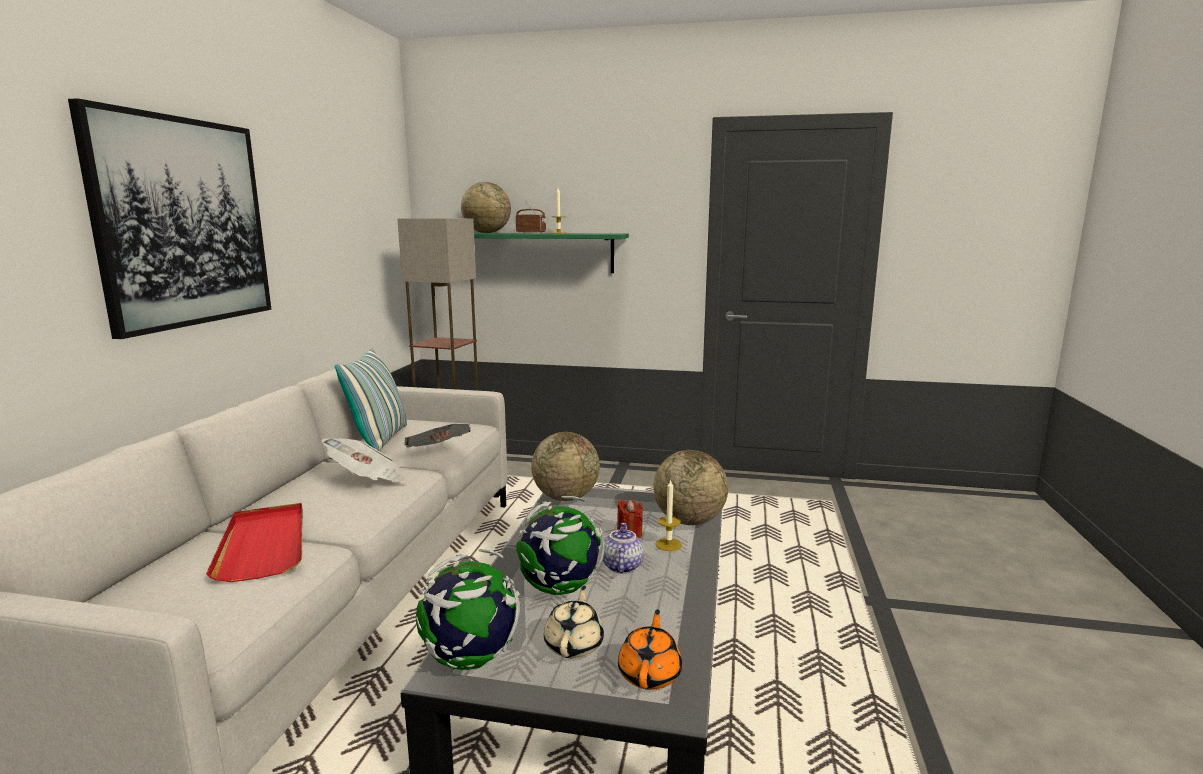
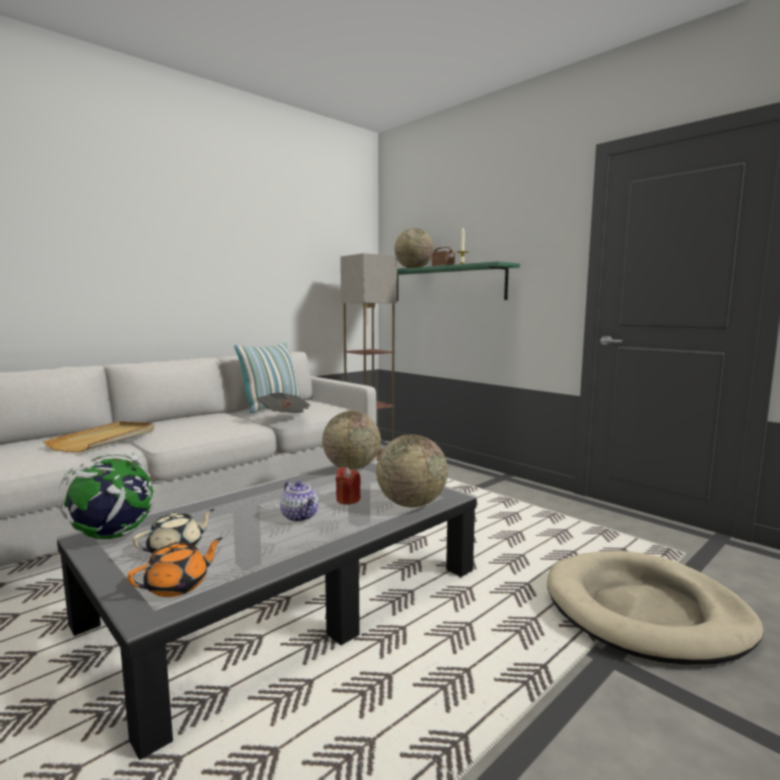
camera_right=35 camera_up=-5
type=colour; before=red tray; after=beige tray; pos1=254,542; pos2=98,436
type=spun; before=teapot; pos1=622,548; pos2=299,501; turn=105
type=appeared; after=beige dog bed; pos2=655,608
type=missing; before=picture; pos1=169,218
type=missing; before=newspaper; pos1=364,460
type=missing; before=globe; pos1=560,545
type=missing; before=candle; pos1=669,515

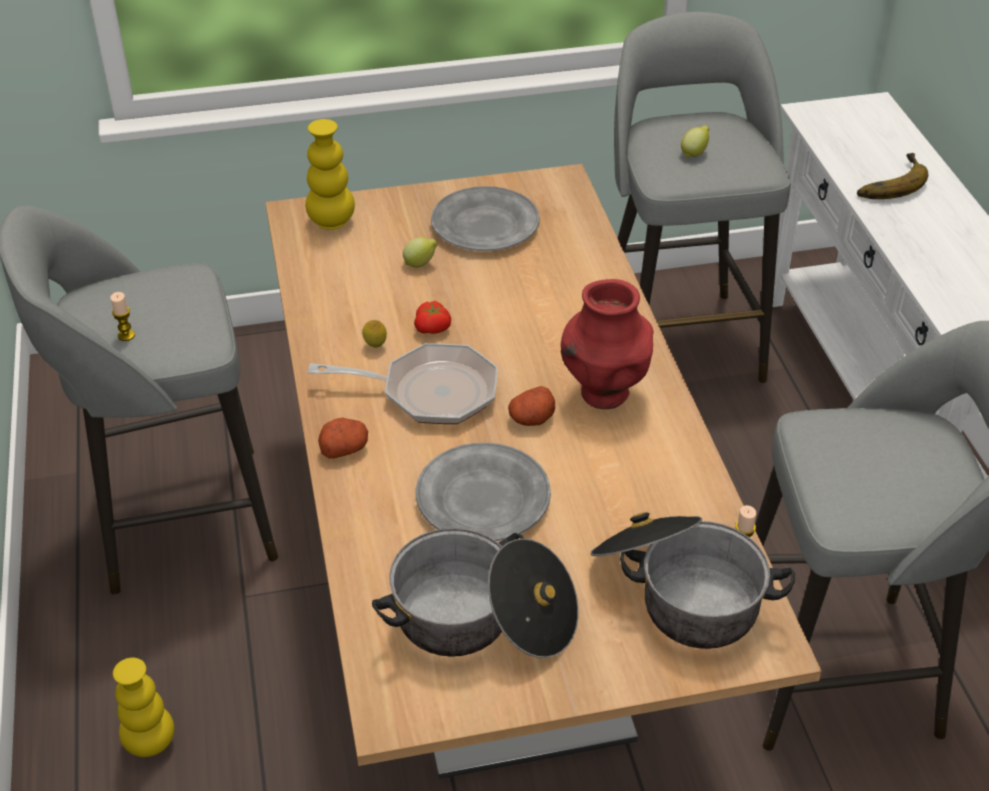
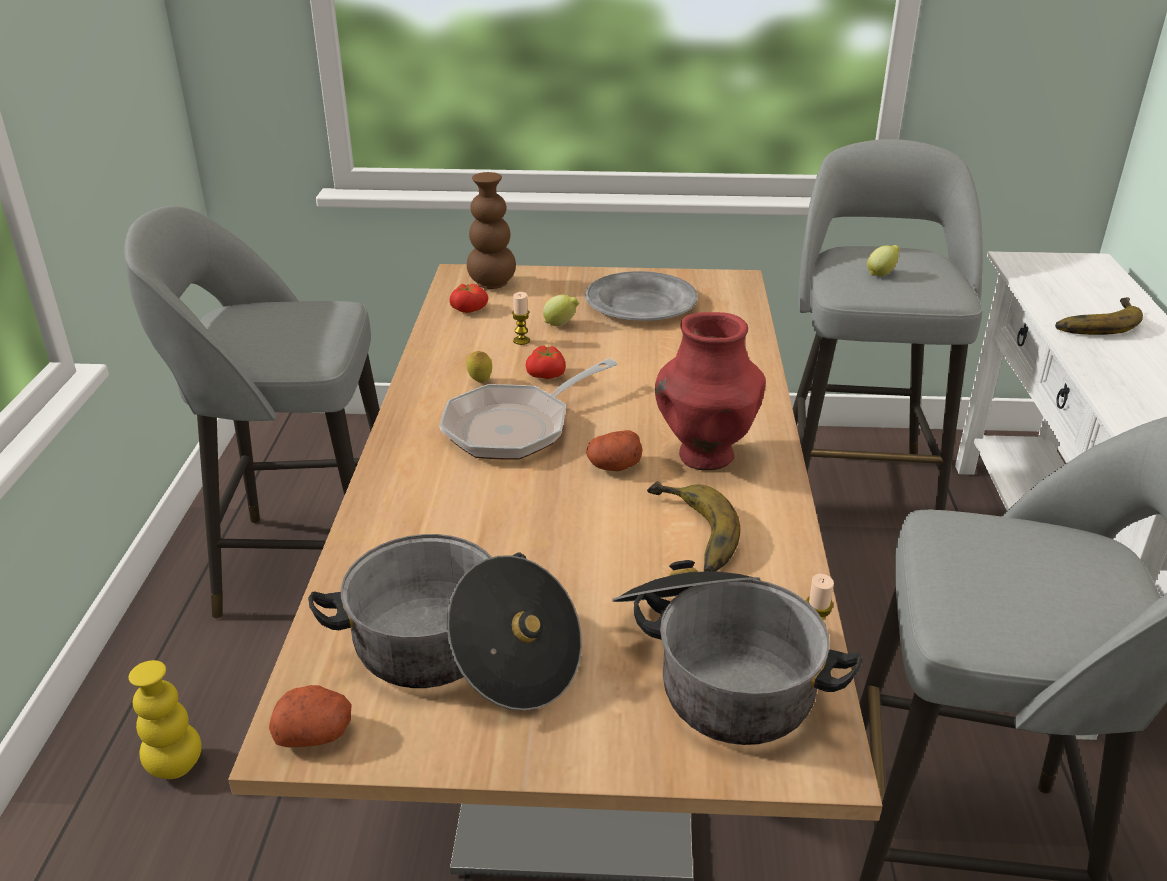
camera_right=15 camera_up=-10
type=relocated; before=potato; pos1=343,438; pos2=310,716
type=spun; before=frying pan; pos1=403,383; pos2=528,409; turn=120
type=appeared; after=tomato; pos2=468,298
type=colour; before=yellow vase; after=brown vase; pos1=330,174; pos2=491,230
type=relocated; before=candle; pos1=122,316; pos2=521,318
type=appeared; after=banana; pos2=693,526
type=missing; before=grey plate; pos1=483,491

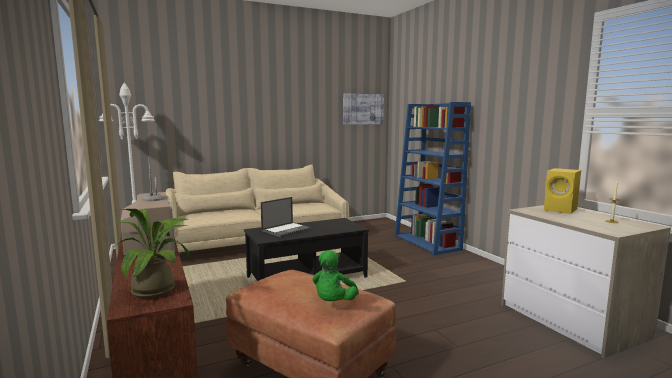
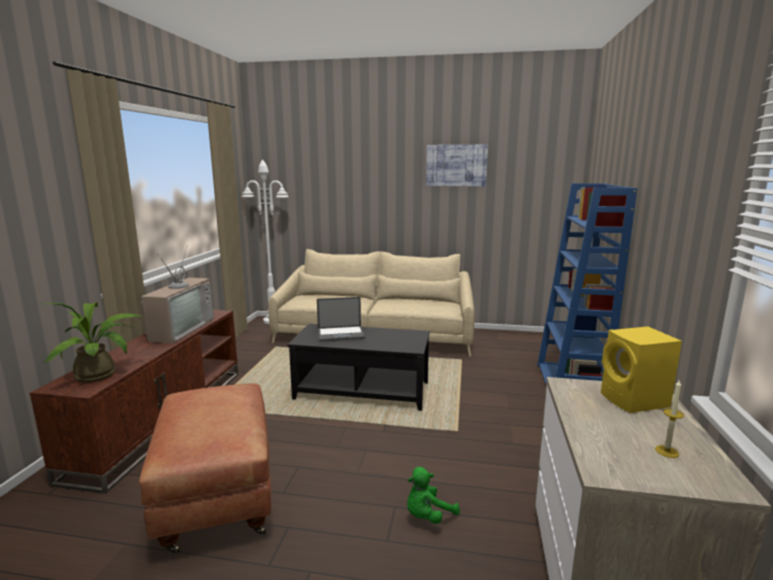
camera_right=35 camera_up=5
type=relocated; before=green plush toy; pos1=335,275; pos2=433,495
type=relocated; before=picture; pos1=363,109; pos2=457,165

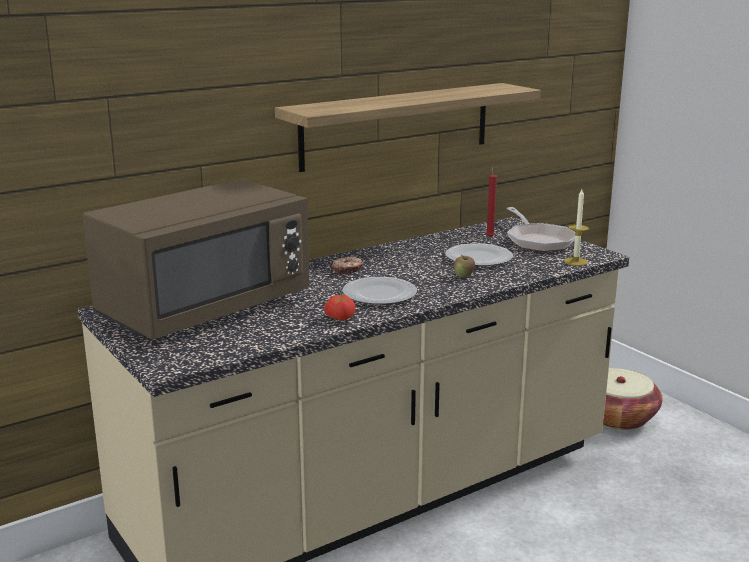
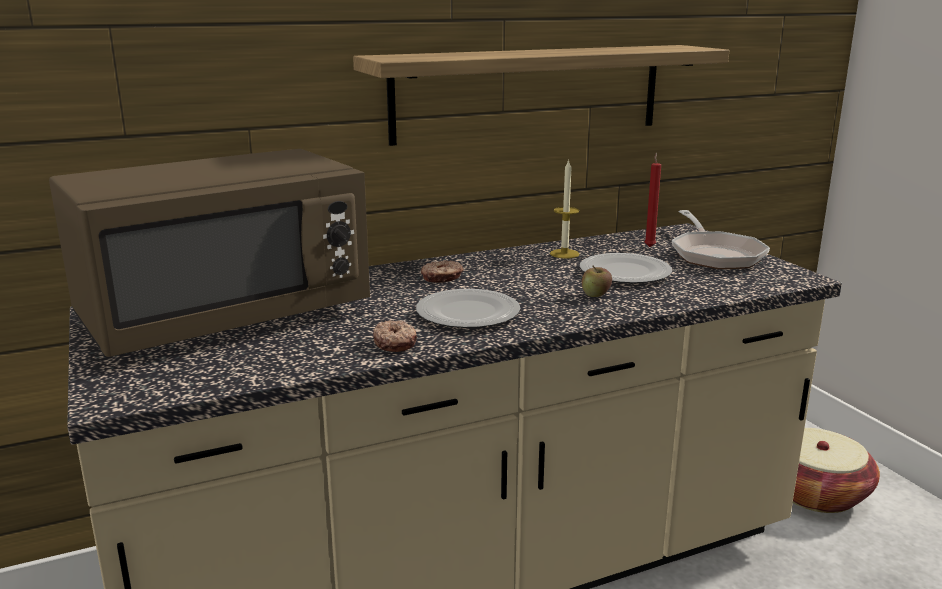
camera_right=10 camera_up=0
type=exchanged; before=tomato; after=donut; pos1=340,308; pos2=395,336
type=relocated; before=candle; pos1=576,227; pos2=564,209

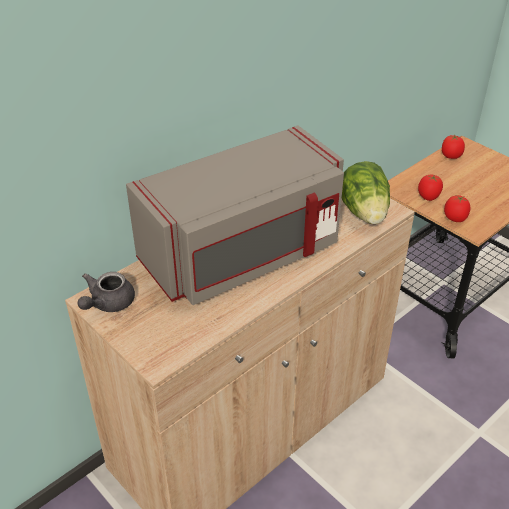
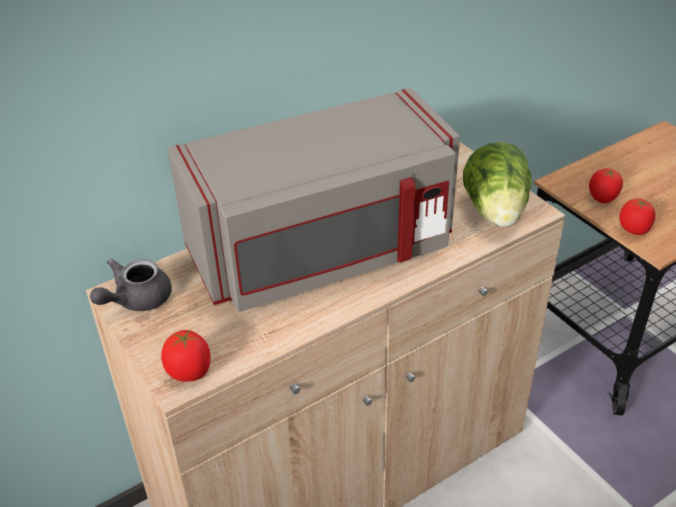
camera_right=10 camera_up=0
type=relocated; before=tomato; pos1=453,146; pos2=185,355

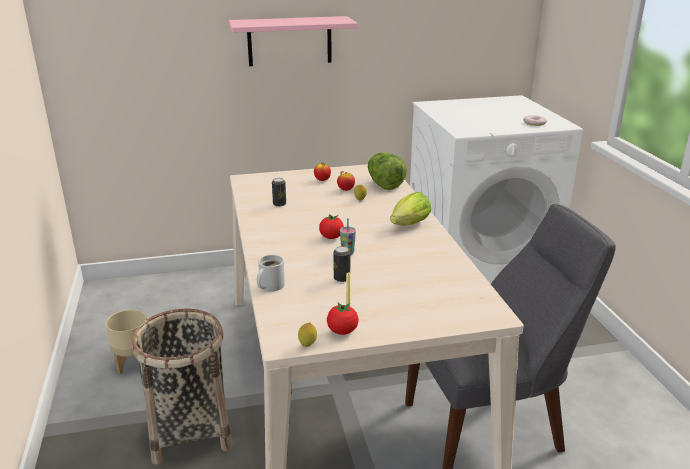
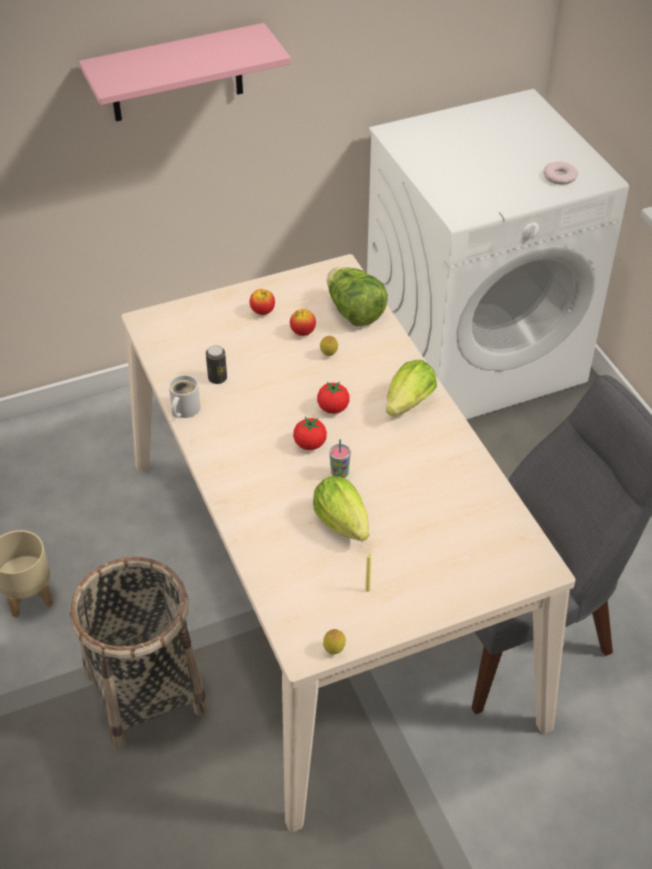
camera_right=-10 camera_up=20
type=relocated; before=white mug; pos1=271,273; pos2=185,396
type=exchanged; before=can; after=lettuce; pos1=341,264; pos2=341,508
type=relocated; before=tomato; pos1=343,319; pos2=333,398

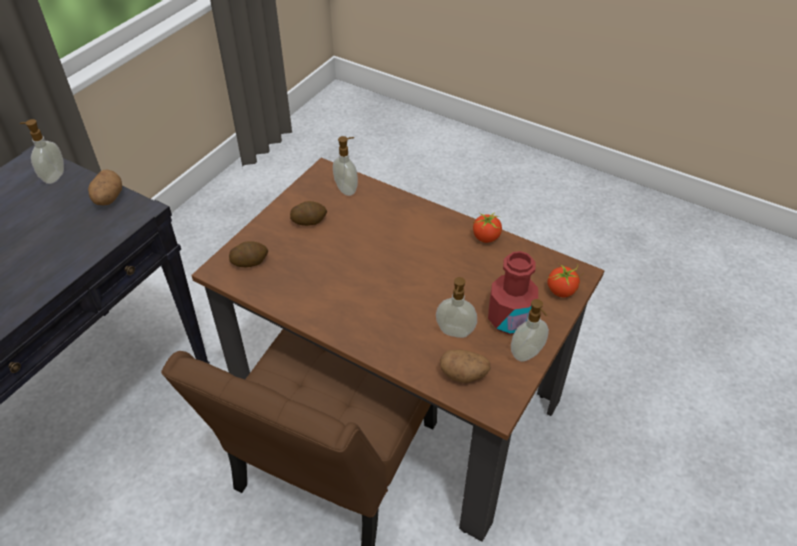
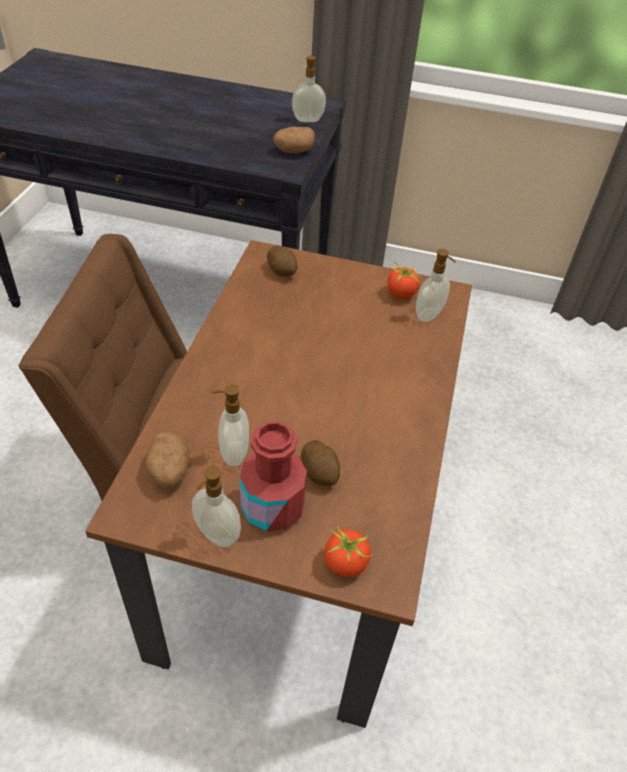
camera_right=70 camera_up=0
type=relocated; before=potato; pos1=308,213; pos2=320,463
type=relocated; before=tomato; pos1=487,227; pos2=404,279

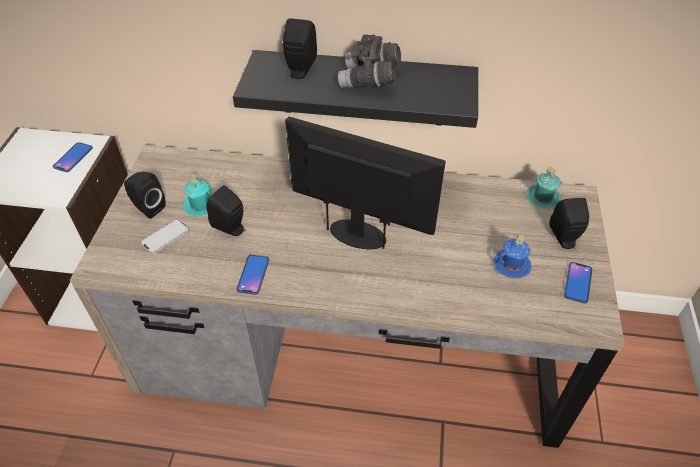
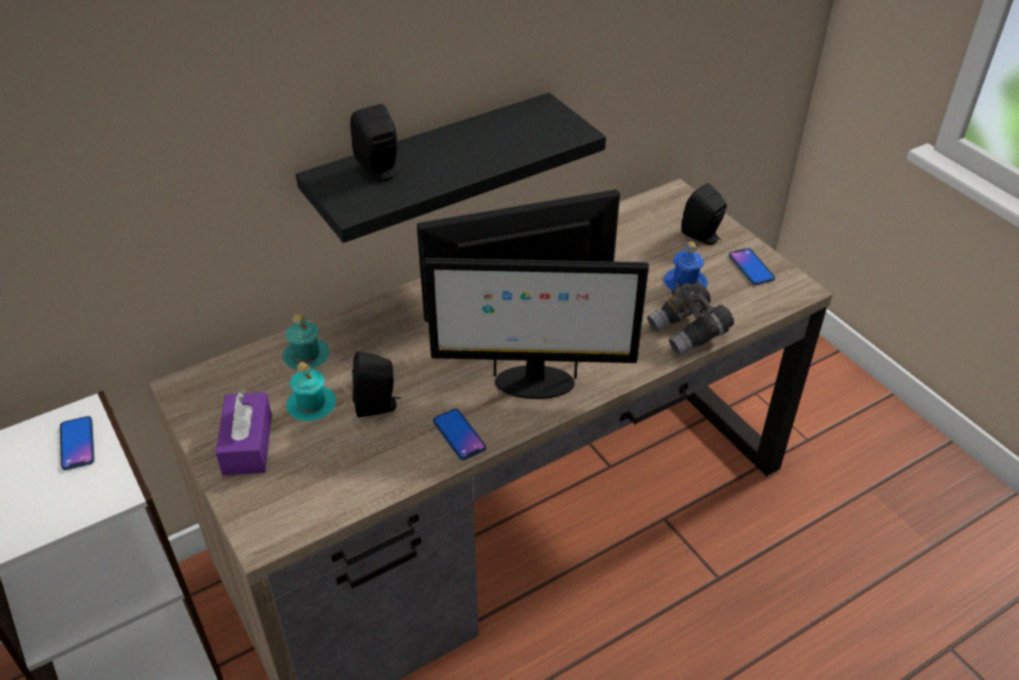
camera_right=-40 camera_up=-5
type=exchanged; before=black speaker; after=purple tissue box; pos1=145,195; pos2=243,433
type=relocated; before=turquoise mug; pos1=543,187; pos2=306,341
type=appeared; after=monitor; pos2=536,328
type=relocated; before=grey binoculars; pos1=369,61; pos2=690,319
type=missing; before=phone; pos1=164,236

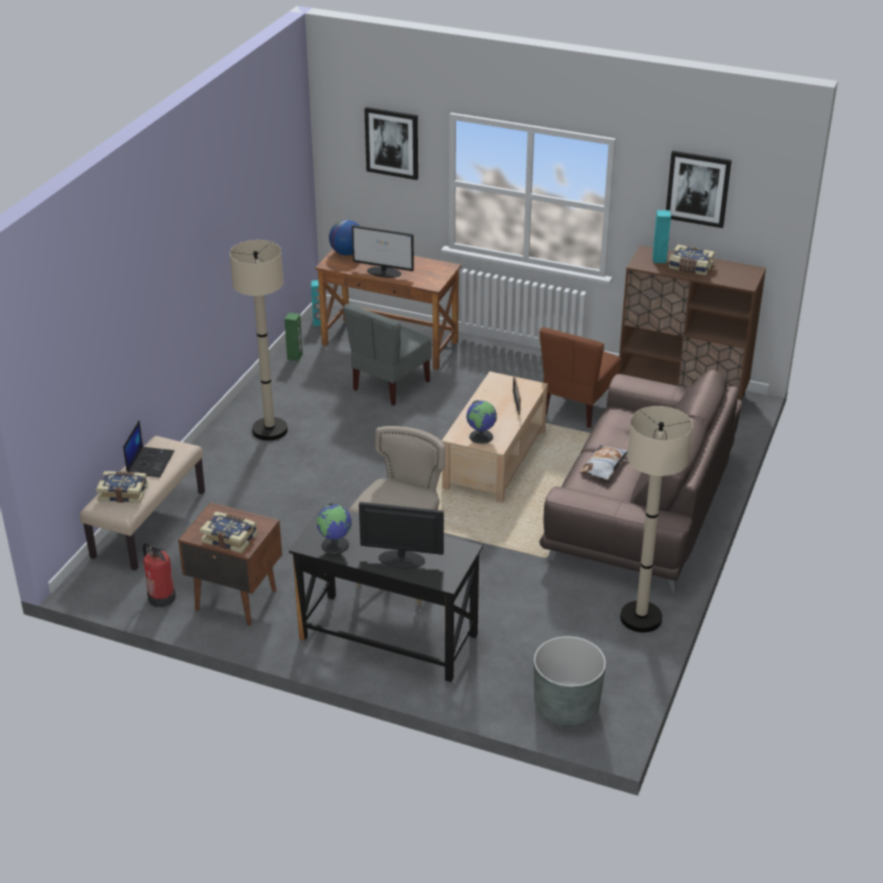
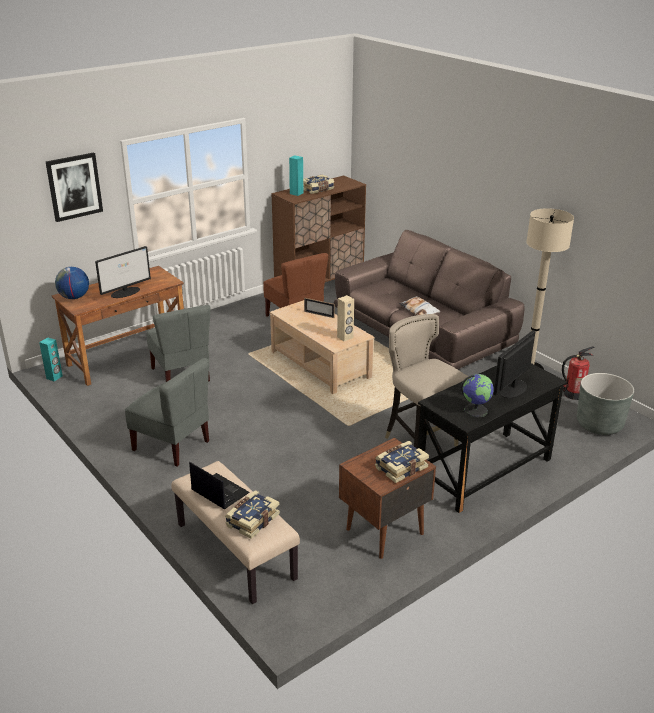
camera_right=-60 camera_up=-5
type=exchanged; before=beige floor lamp; after=grey chair; pos1=259,340; pos2=167,412
type=exchanged; before=globe; after=beige speaker; pos1=481,422; pos2=345,318
type=relocated; before=fire extinguisher; pos1=159,575; pos2=578,373
type=missing; before=green speaker; pos1=294,337
type=missing; before=picture; pos1=699,189

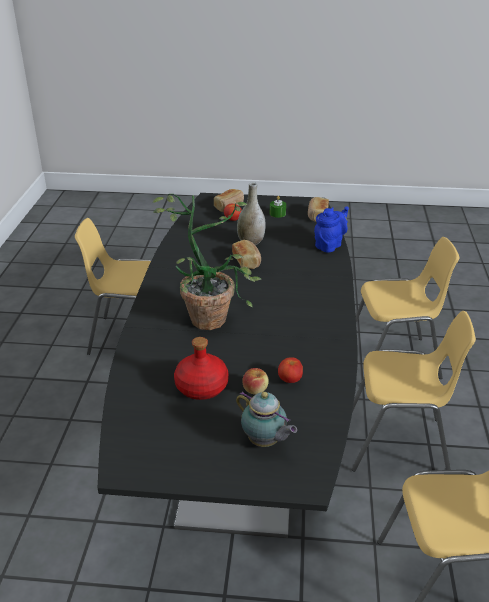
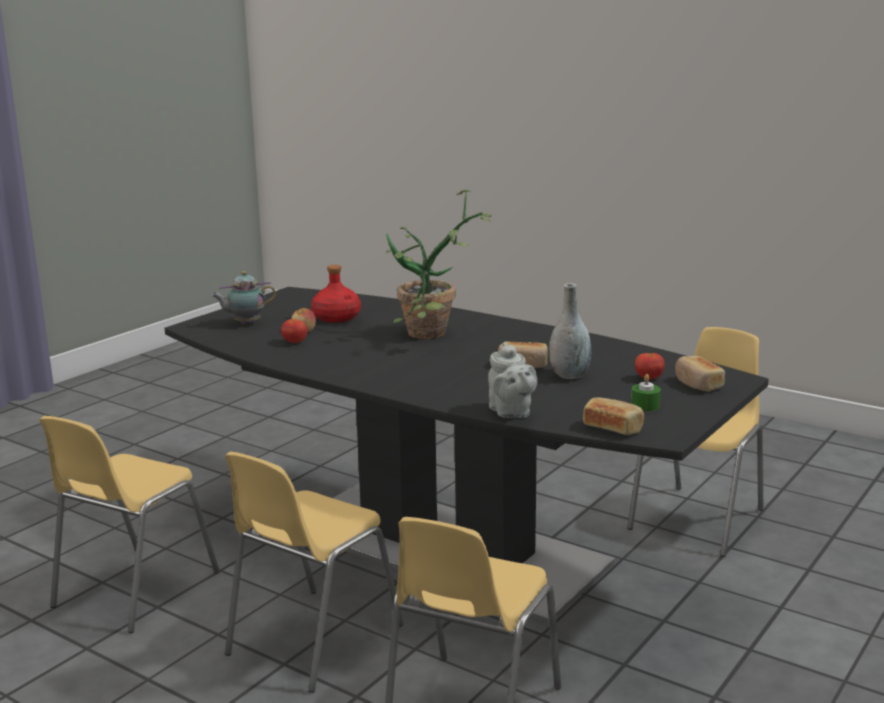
camera_right=120 camera_up=-15
type=colour; before=blue teapot; after=grey teapot; pos1=331,229; pos2=512,380

